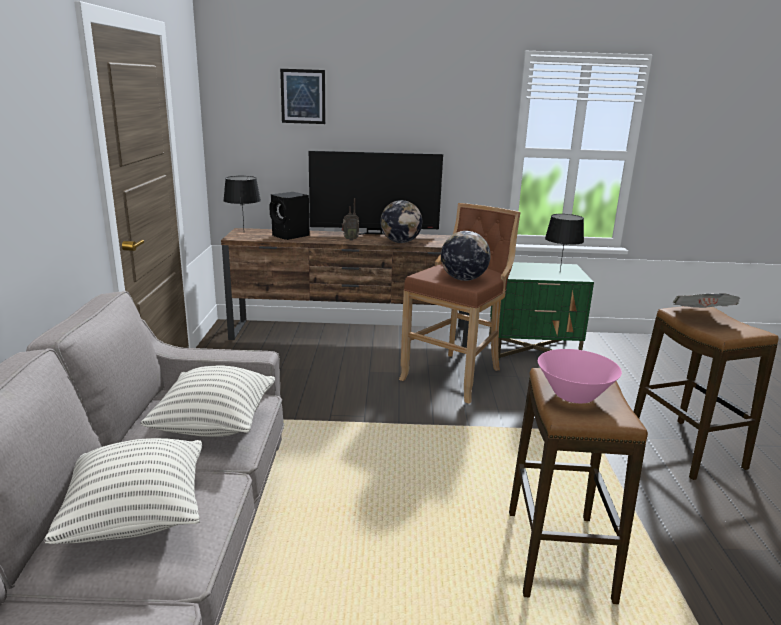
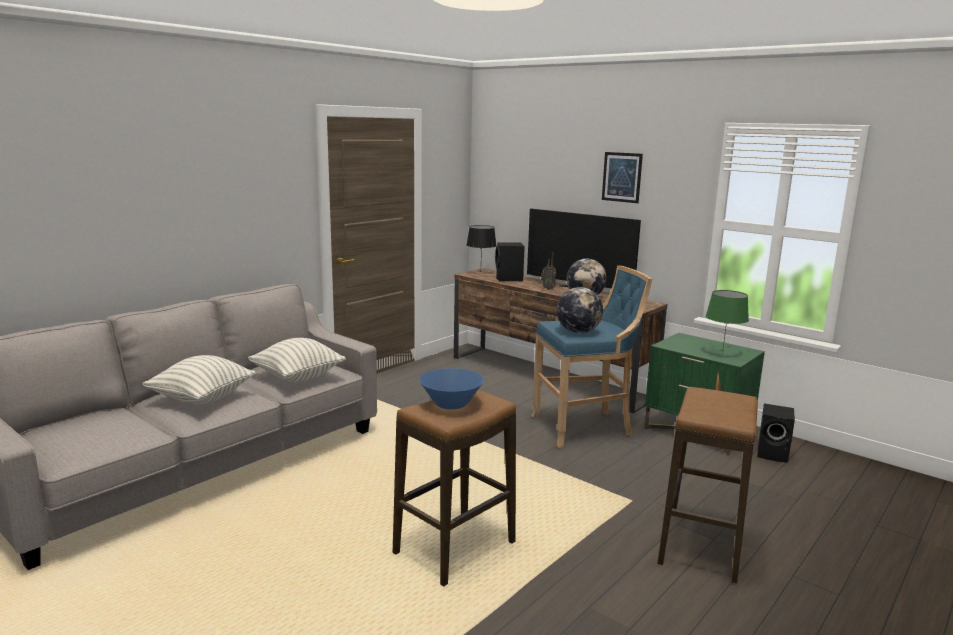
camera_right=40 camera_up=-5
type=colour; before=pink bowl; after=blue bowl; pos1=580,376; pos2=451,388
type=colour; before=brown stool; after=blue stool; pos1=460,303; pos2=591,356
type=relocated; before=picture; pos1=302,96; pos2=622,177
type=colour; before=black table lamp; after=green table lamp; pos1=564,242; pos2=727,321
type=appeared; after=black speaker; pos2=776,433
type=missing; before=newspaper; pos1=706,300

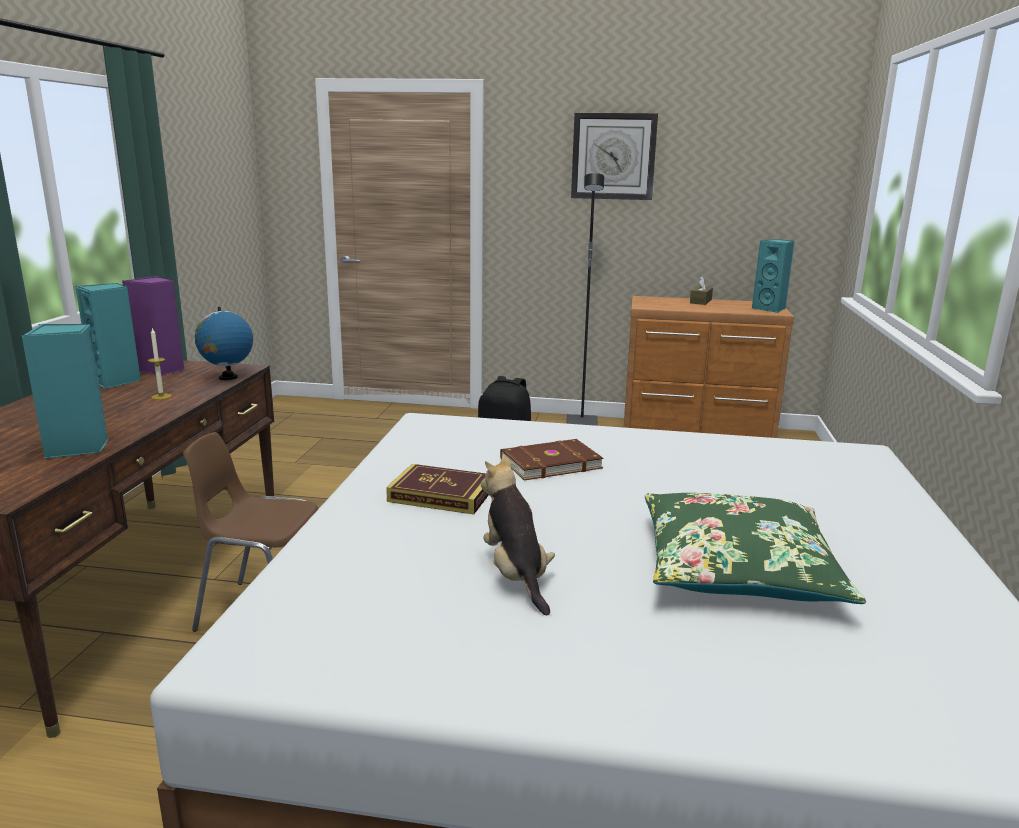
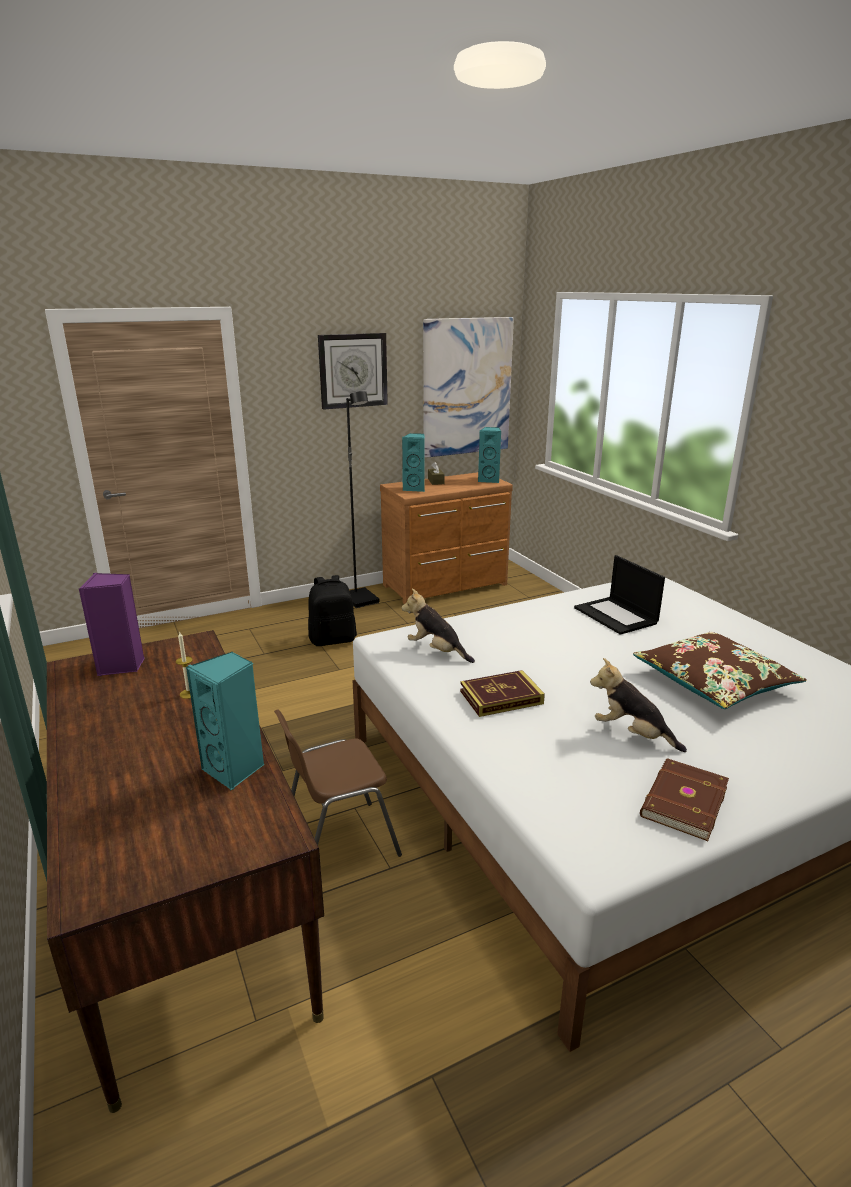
camera_right=-35 camera_up=5
type=relocated; before=turquoise speaker; pos1=108,336; pos2=413,462
type=appeared; after=plush toy; pos2=438,625
type=appeared; after=picture; pos2=468,387
type=appeared; after=laptop; pos2=619,595
type=colour; before=green pillow; after=brown pillow; pos1=755,548; pos2=720,670
type=relocated; before=brown book; pos1=552,460; pos2=684,800
type=missing; before=globe; pos1=224,343

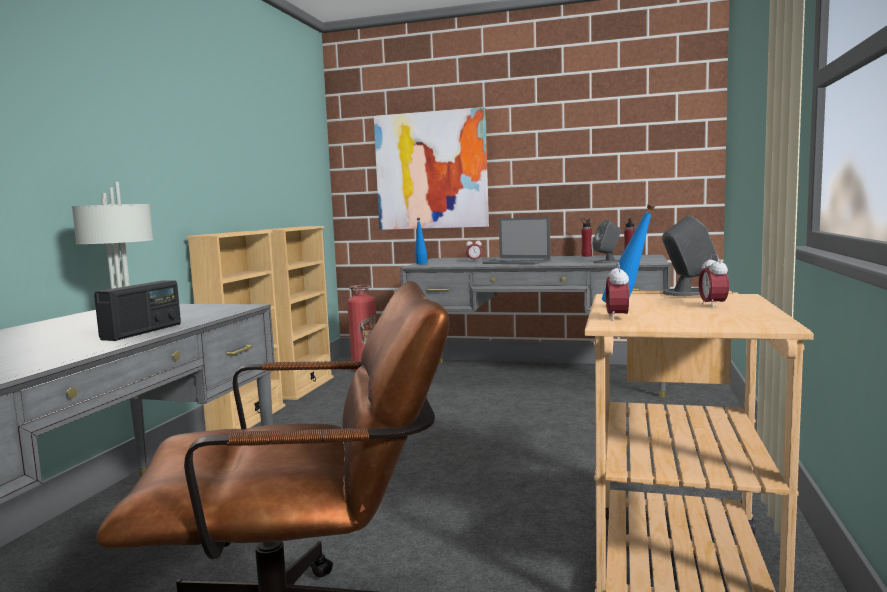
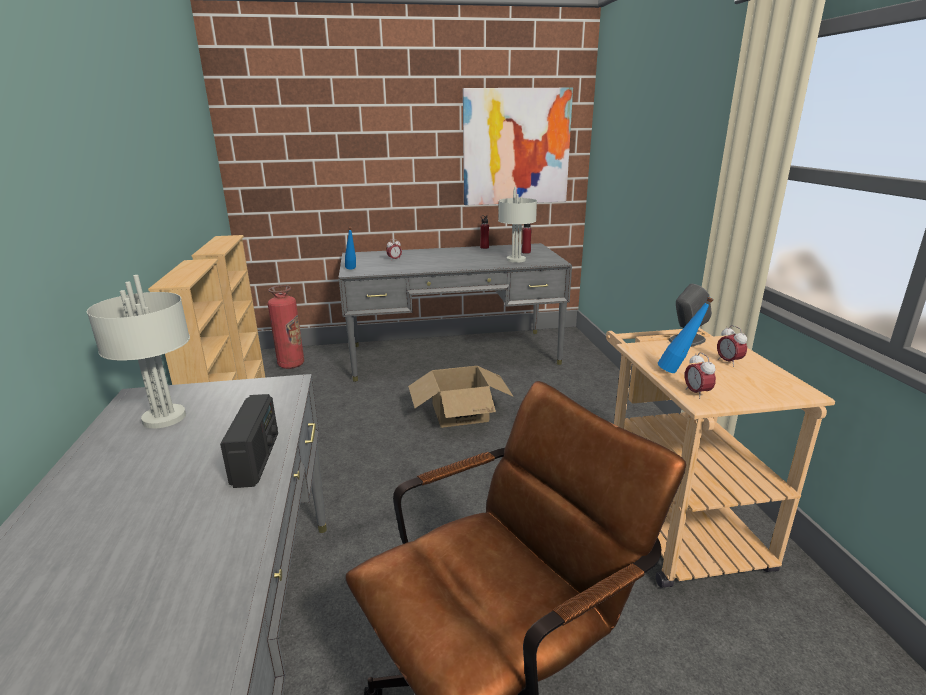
camera_right=-25 camera_up=15
type=appeared; after=cardboard box; pos2=461,397
type=relocated; before=picture; pos1=431,168; pos2=518,146
type=exchanged; before=grey speaker; after=grey table lamp; pos1=606,241; pos2=517,225
type=missing; before=laptop; pos1=516,241

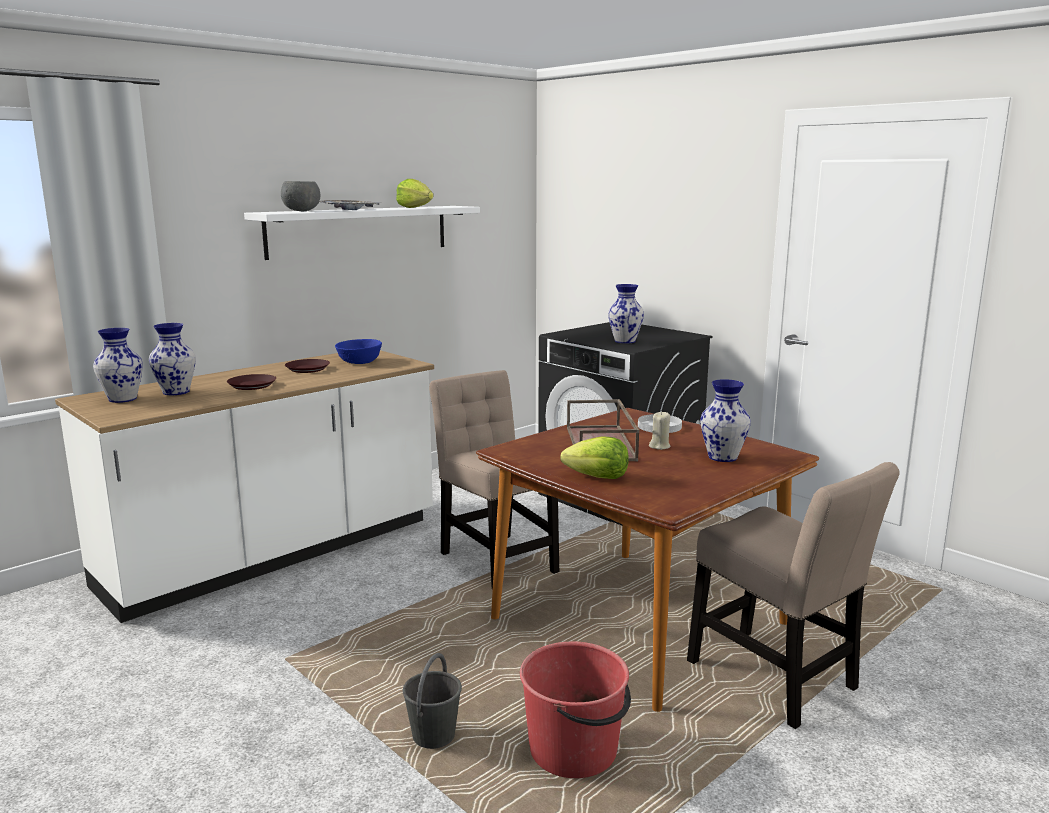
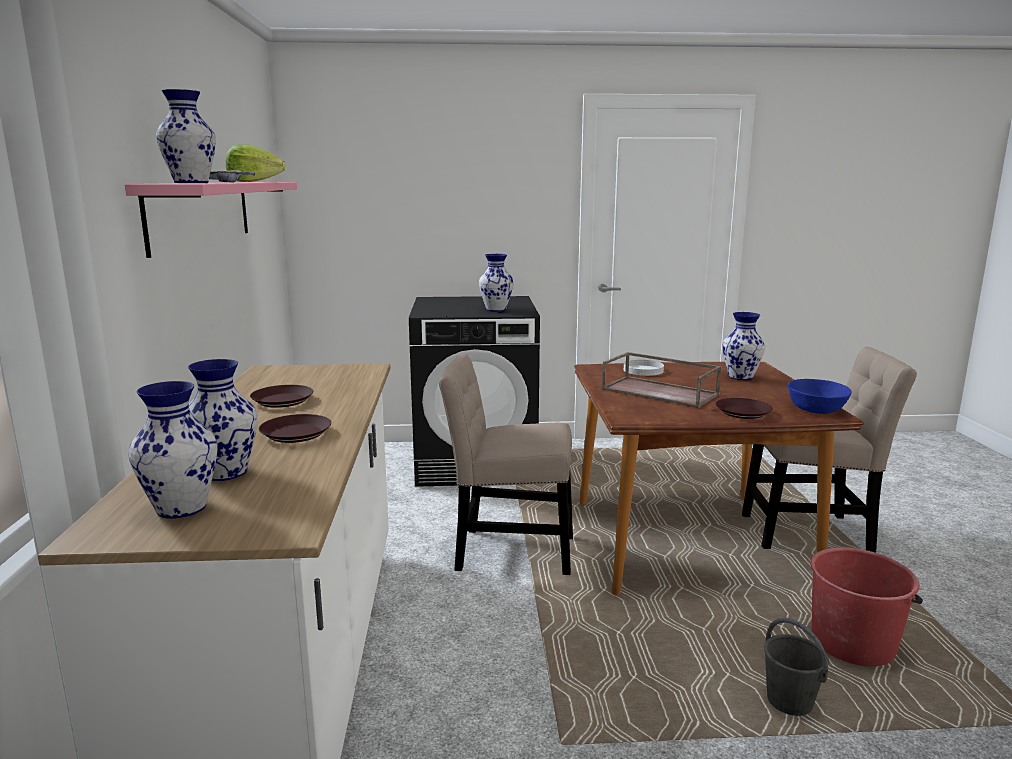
camera_right=-50 camera_up=0
type=colour; before=white shelf; after=pink shelf; pos1=362,233; pos2=211,220
type=exchanged; before=grey bowl; after=vase; pos1=300,196; pos2=186,136
type=exchanged; before=lettuce; after=brown plate; pos1=594,457; pos2=744,408
type=relocated; before=blue bowl; pos1=358,351; pos2=820,396
type=missing; before=beige candle; pos1=660,430

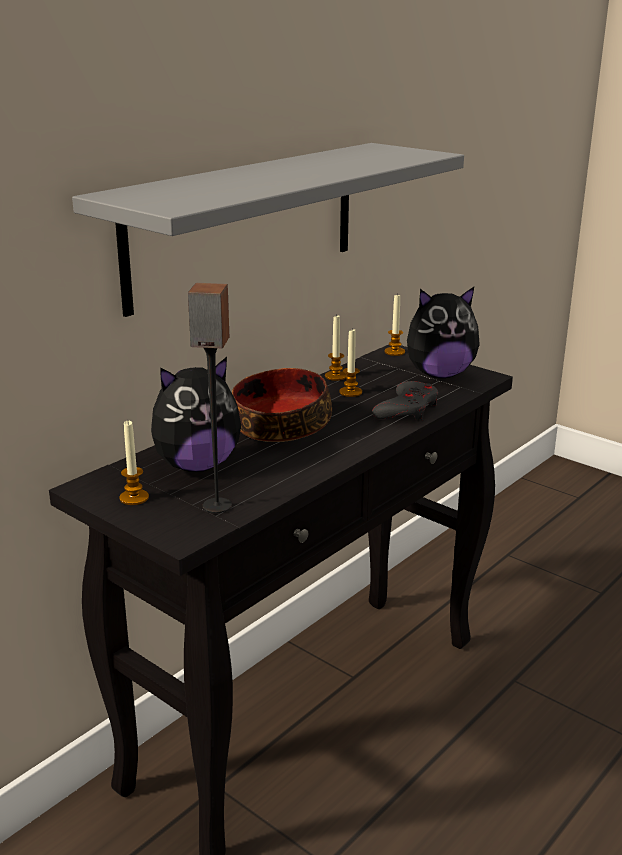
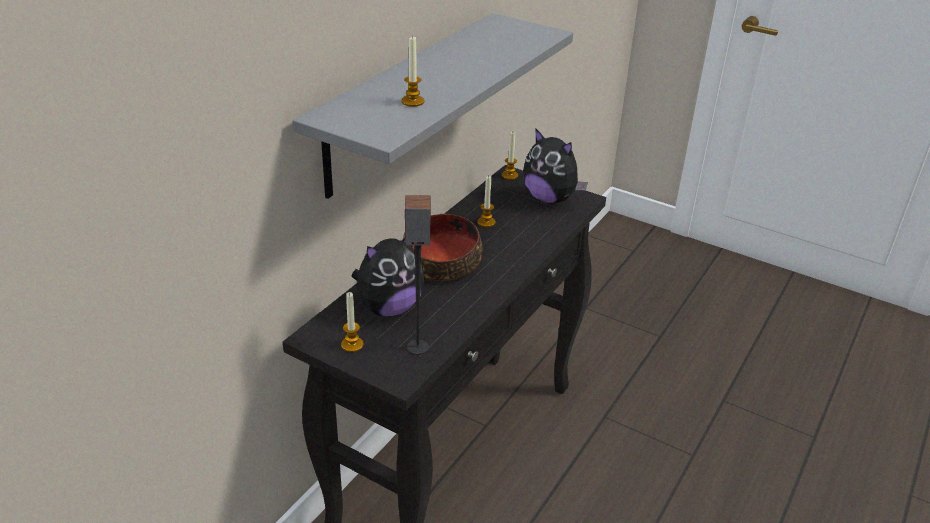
camera_right=-10 camera_up=10
type=relocated; before=candle; pos1=336,348; pos2=413,71
type=spun; before=plush toy; pos1=443,332; pos2=555,166; turn=60
type=missing; before=grey game controller; pos1=405,400

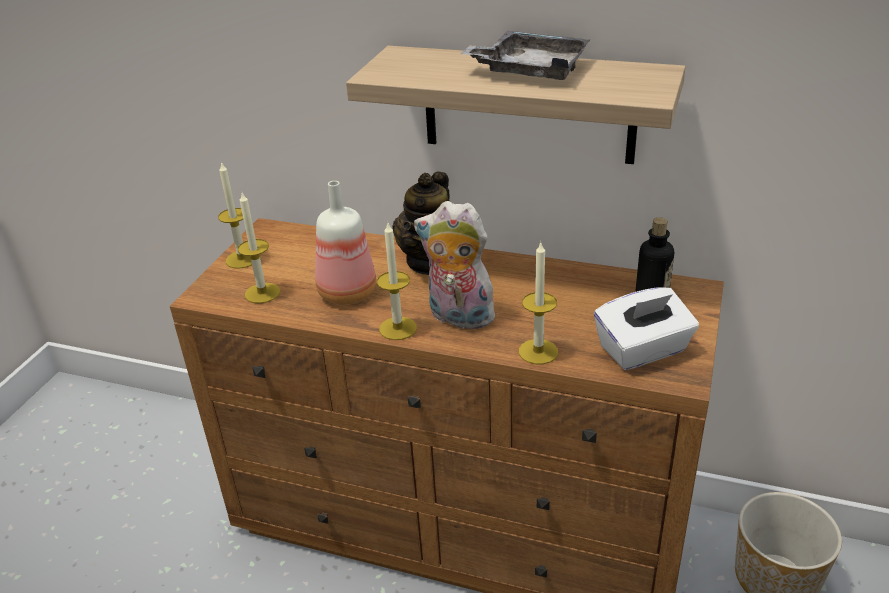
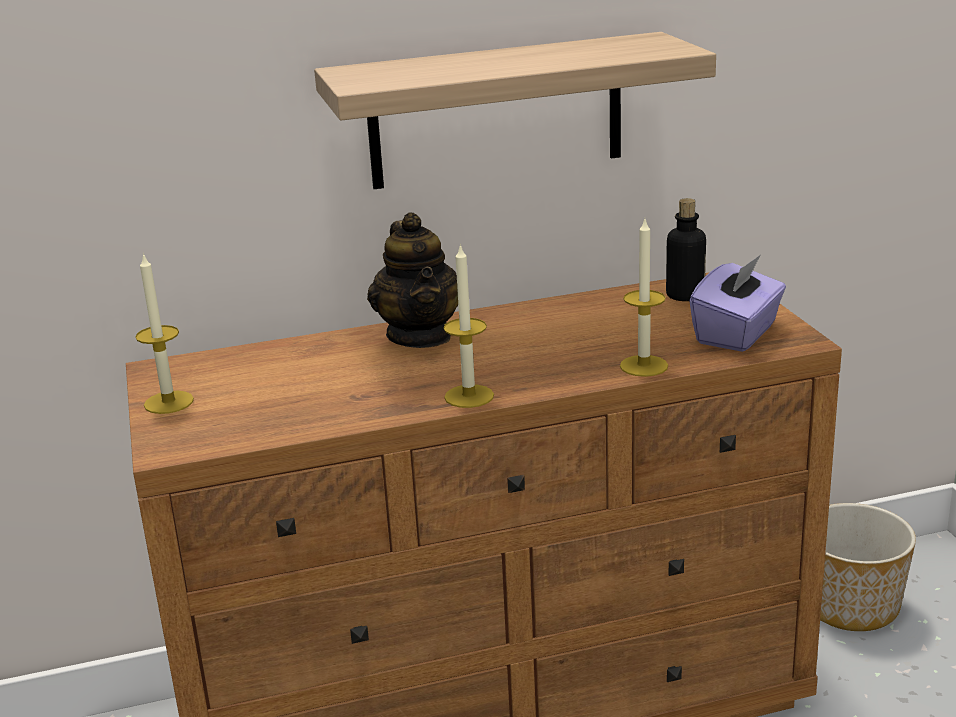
camera_right=-35 camera_up=-10
type=colour; before=white tissue box; after=purple tissue box; pos1=646,328; pos2=737,303
type=missing; before=candle; pos1=259,248
type=missing; before=bottle; pos1=345,242
type=missing; before=plush toy; pos1=458,265
type=missing; before=grey tray; pos1=525,55

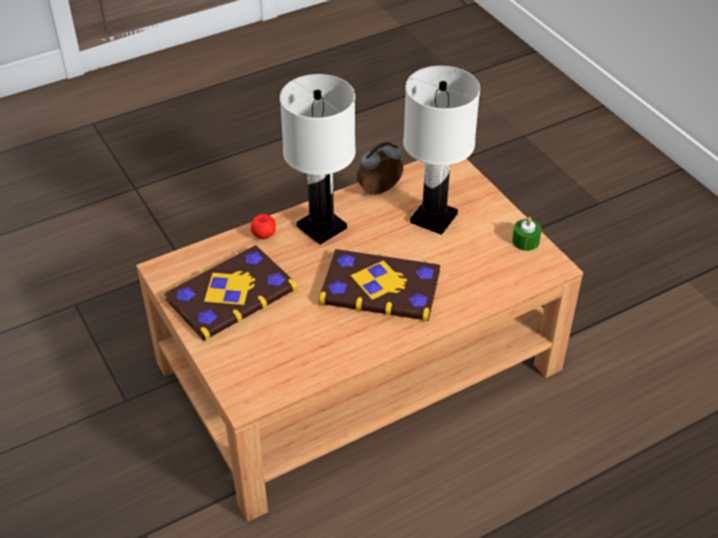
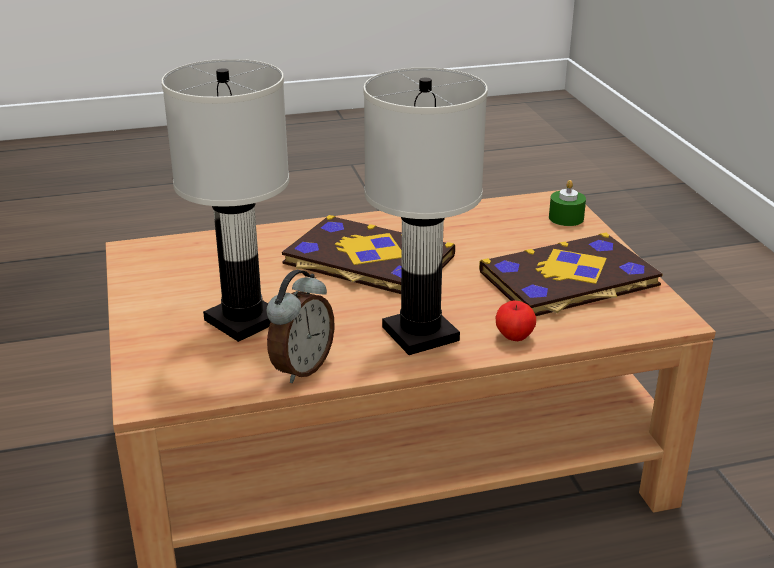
camera_right=-165 camera_up=-15
type=spun; before=alarm clock; pos1=380,168; pos2=300,326; turn=-45
type=relocated; before=green candle; pos1=527,234; pos2=567,203

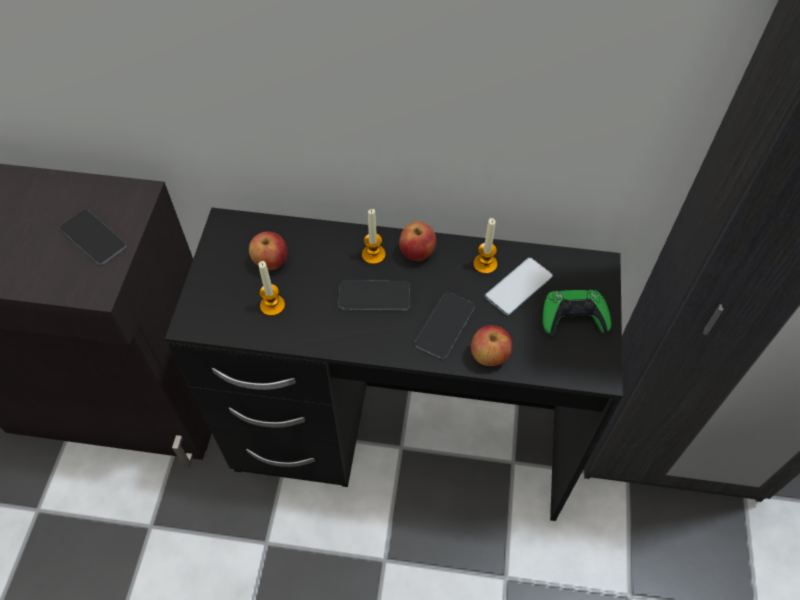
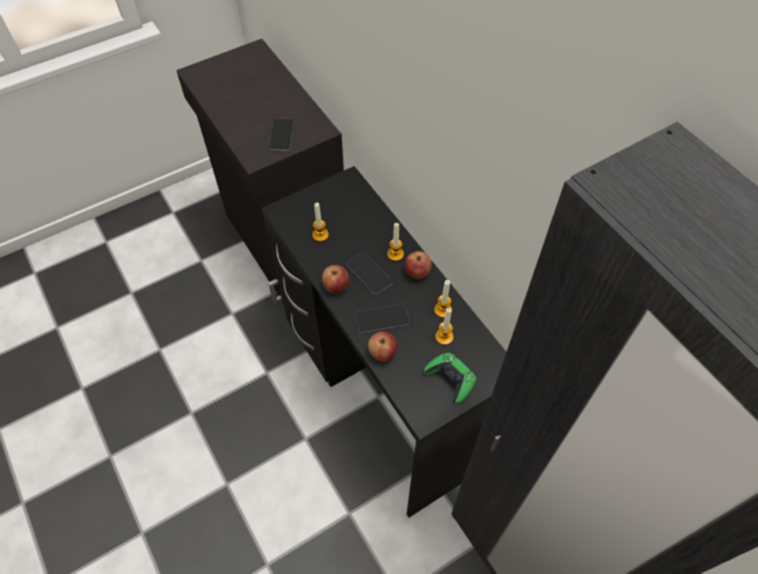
camera_right=50 camera_up=0
type=relocated; before=apple; pos1=268,251; pos2=335,279
type=exchanged; before=phone; after=candle; pos1=519,286; pos2=444,326

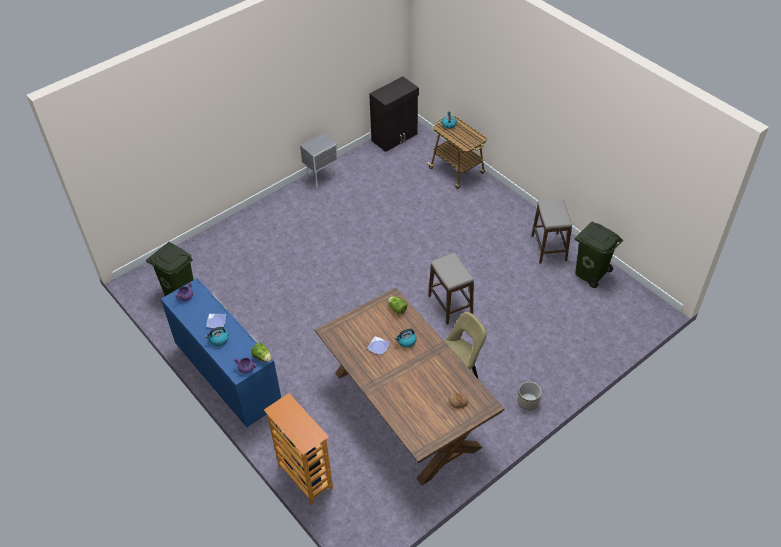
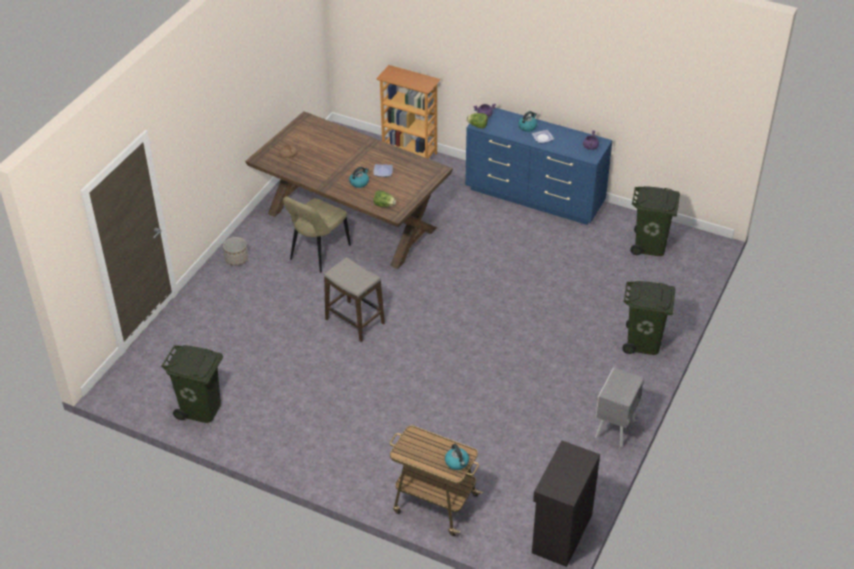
camera_right=155 camera_up=-5
type=appeared; after=green trash can; pos2=649,318
type=missing; before=stool; pos1=552,231

